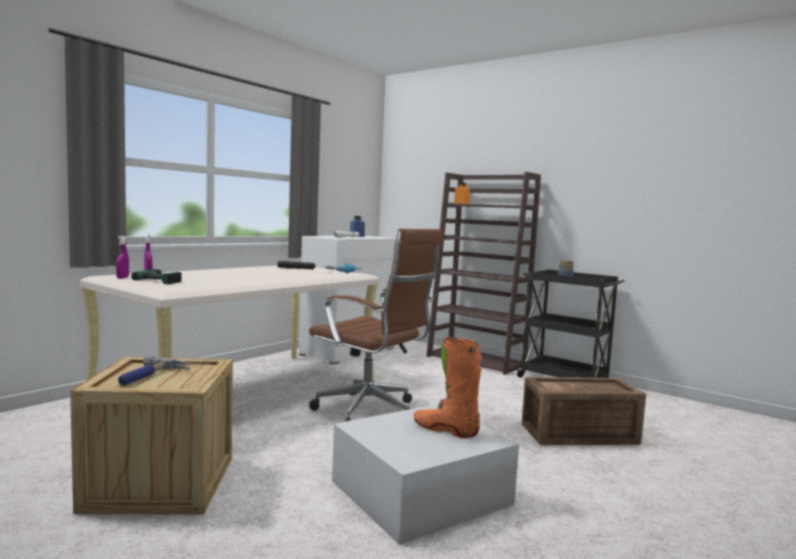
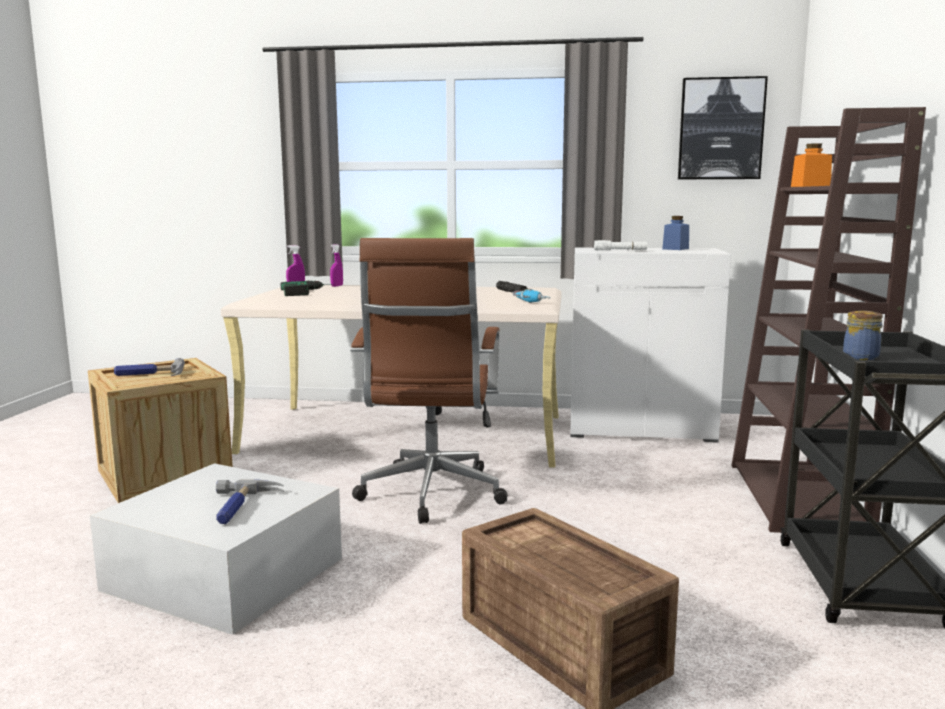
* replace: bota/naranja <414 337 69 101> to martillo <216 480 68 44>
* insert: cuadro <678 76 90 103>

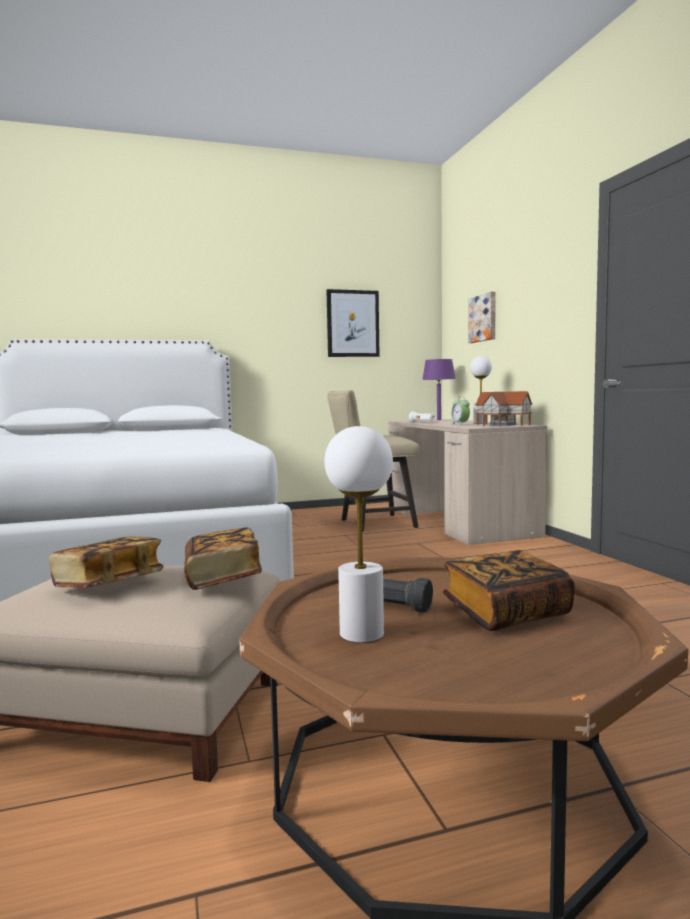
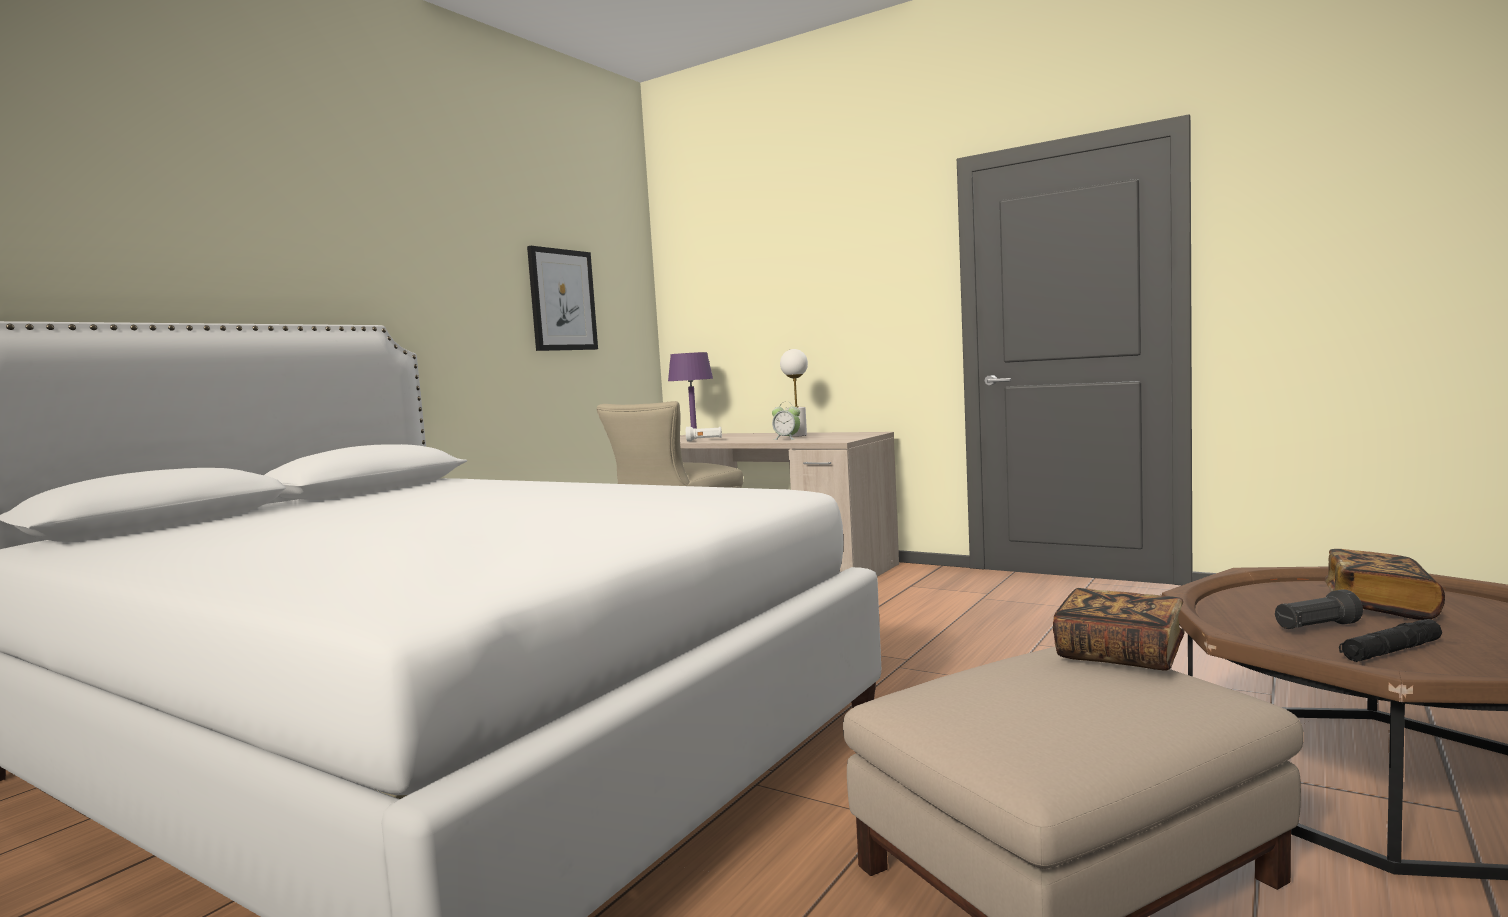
* replace: lámpara de mesa/blanco <324 426 69 217> to linterna/negro <1339 619 103 43>
* delete: libro <49 536 115 52>
* delete: cuadro <468 292 28 51>
* delete: casita <475 391 58 36>

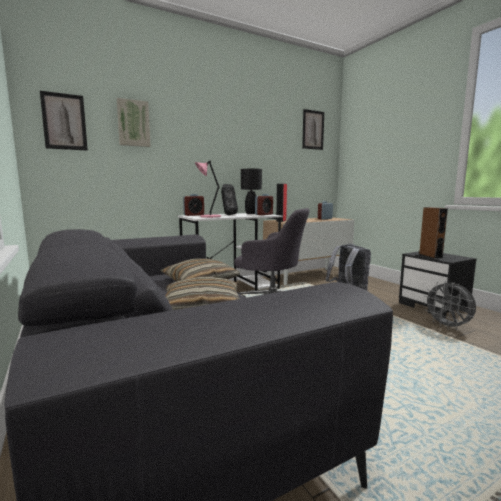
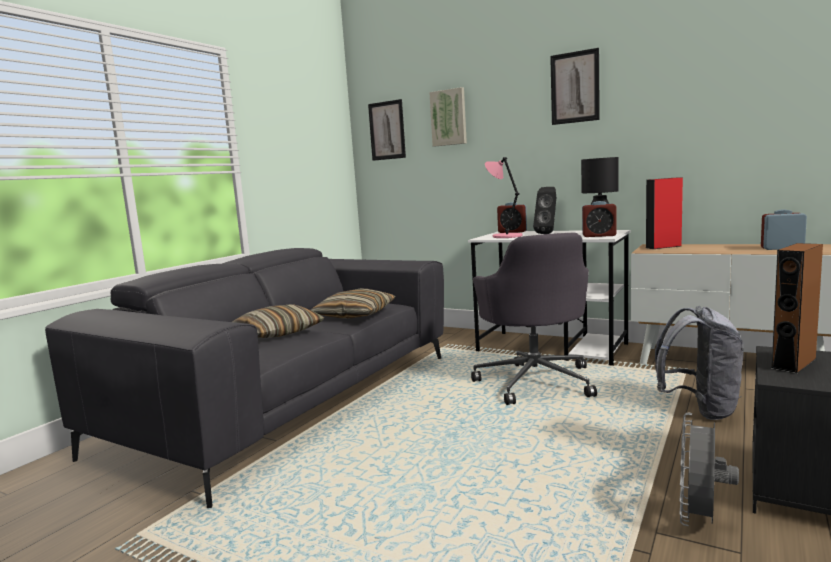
* move: cuadro <302 109 22 41> to <550 48 50 77>

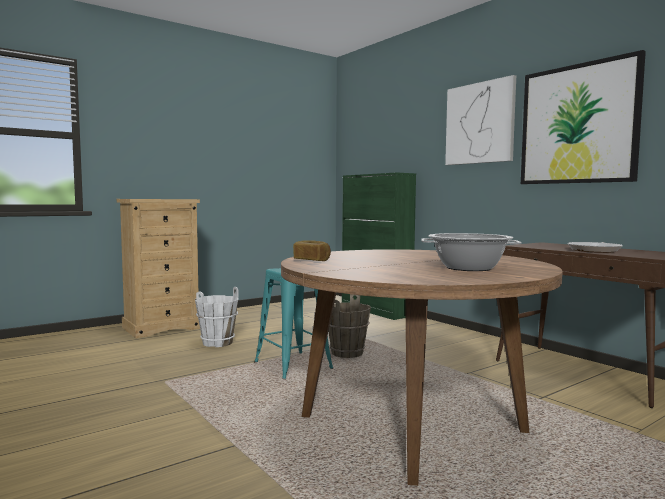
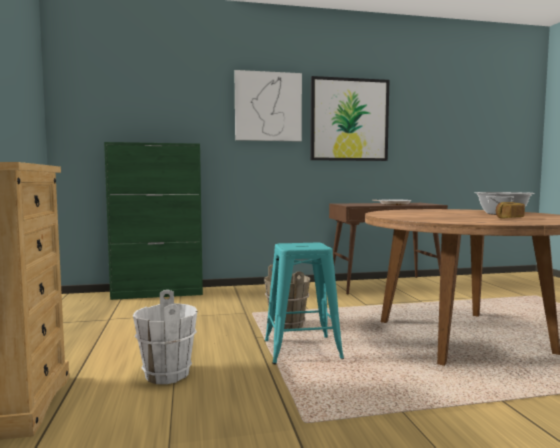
* move: pan <293 240 38 21> to <496 202 29 16>

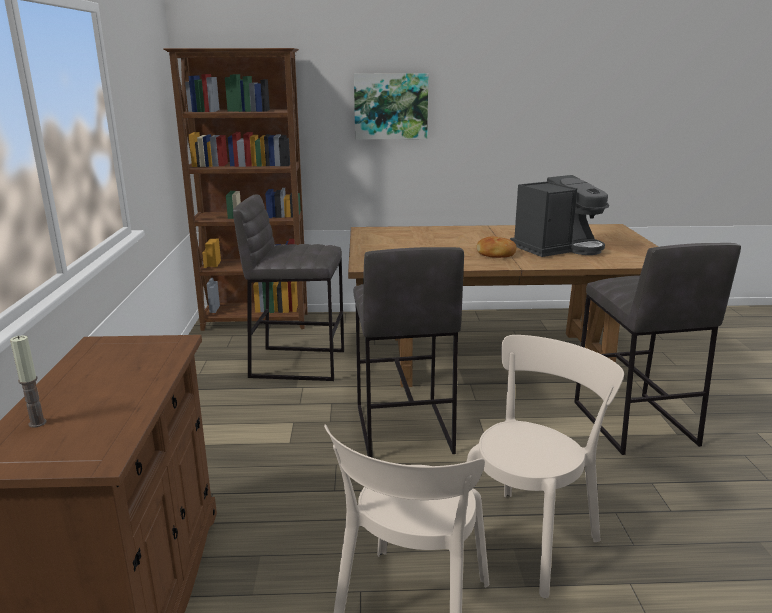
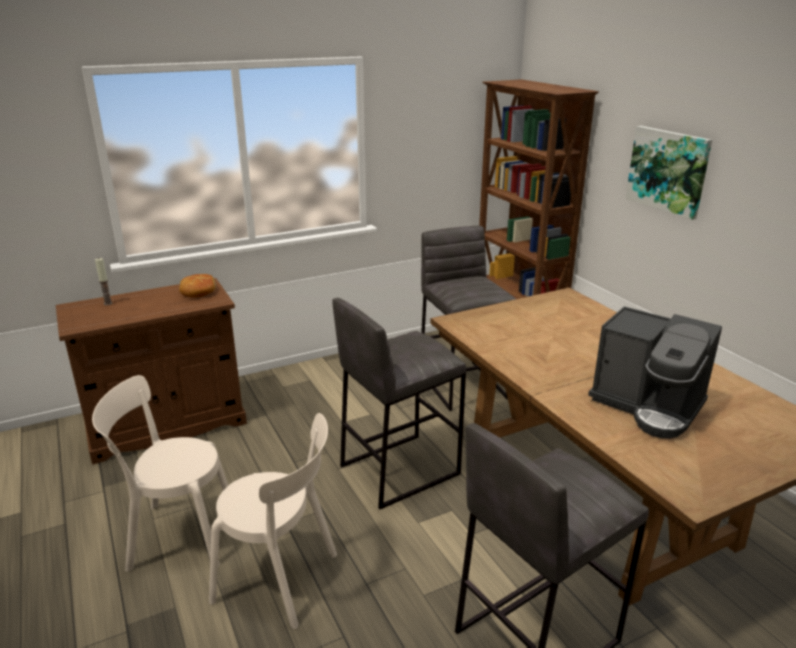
* move: pan <477 237 40 21> to <179 274 37 24>

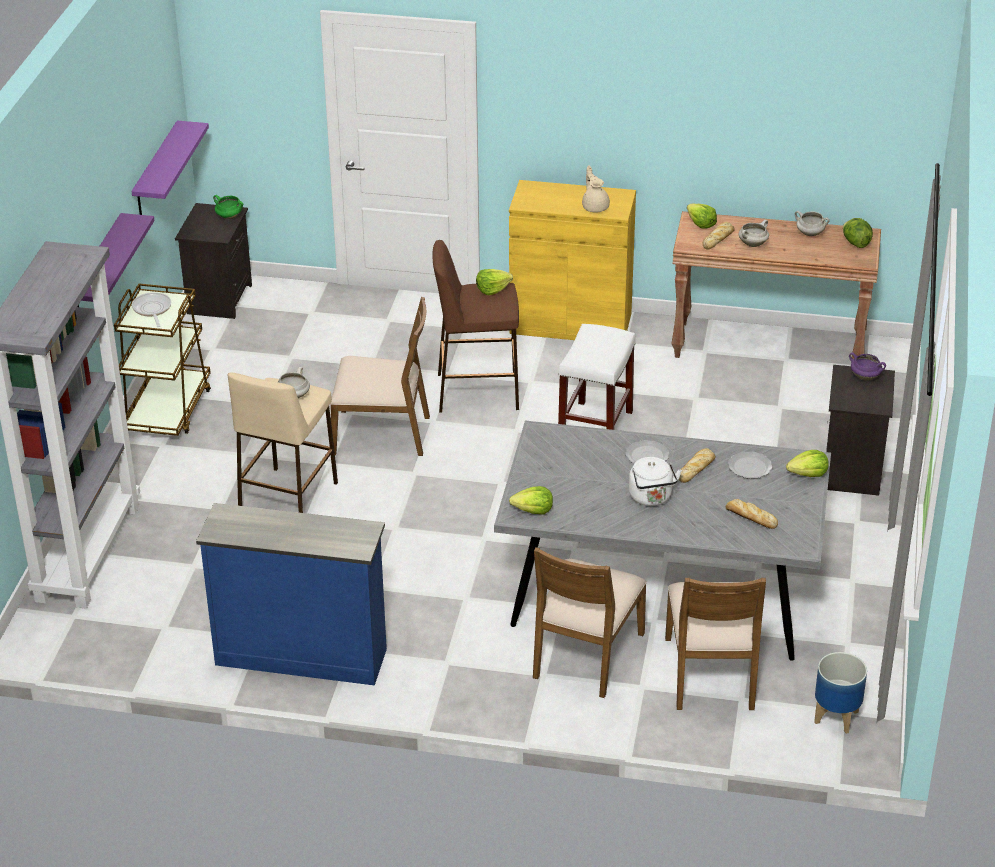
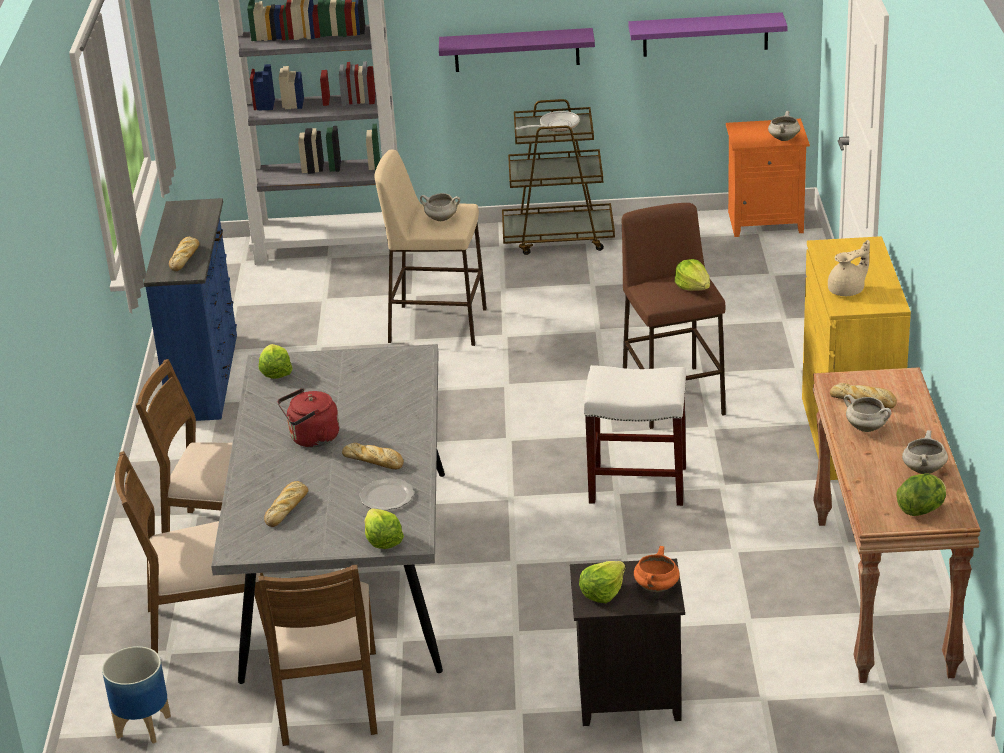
* insert: pan <169 237 31 34>
* move: silla/marrón <330 297 100 159> to <258 565 120 181>
* recolor: hervidor/blanco <629 457 53 49> to hervidor/rojo <278 388 61 59>
* move: lechuga <687 204 30 24> to <579 561 46 42>
* recolor: olla/morado <849 352 37 28> to olla/naranja <634 546 46 46>
* recolor: mesita de noche/negro <175 203 77 116> to mesita de noche/naranja <726 119 84 118>
* recolor: olla/verde <213 195 30 24> to olla/blanco <768 111 32 30>
* delete: plato <626 440 43 23>

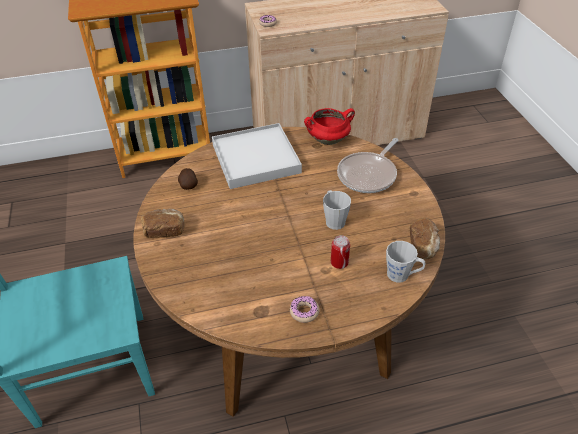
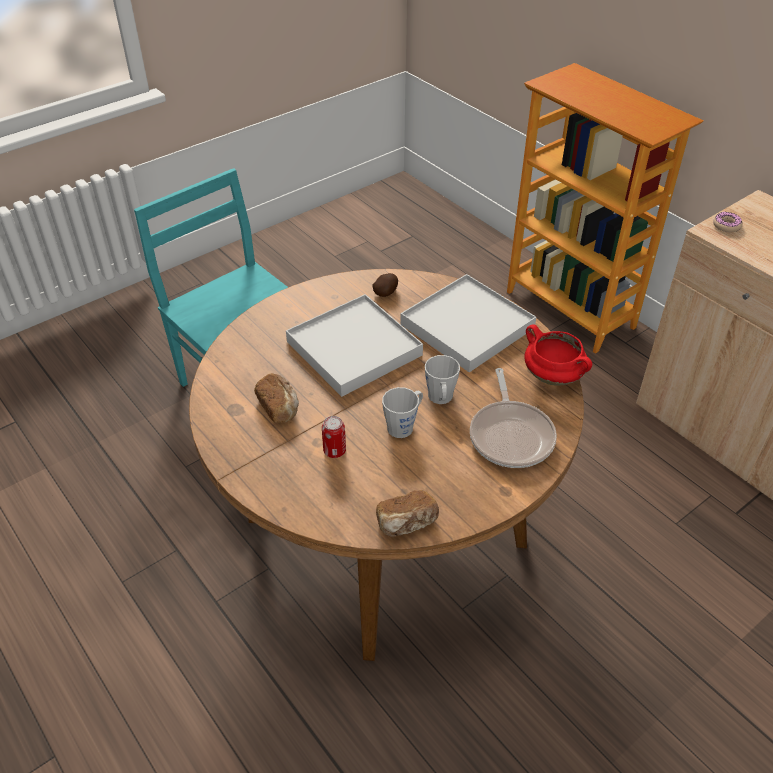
* move: pan <141 209 44 29> to <254 373 45 50>
* insert: bandeja/blanco <286 294 137 103>
* move: taza grande/gris <386 241 39 42> to <425 355 35 49>
* rotate: sartén <337 138 61 55> = <470 368 87 100> 105 degrees counterclockwise
* delete: rosquilla <290 296 30 27>

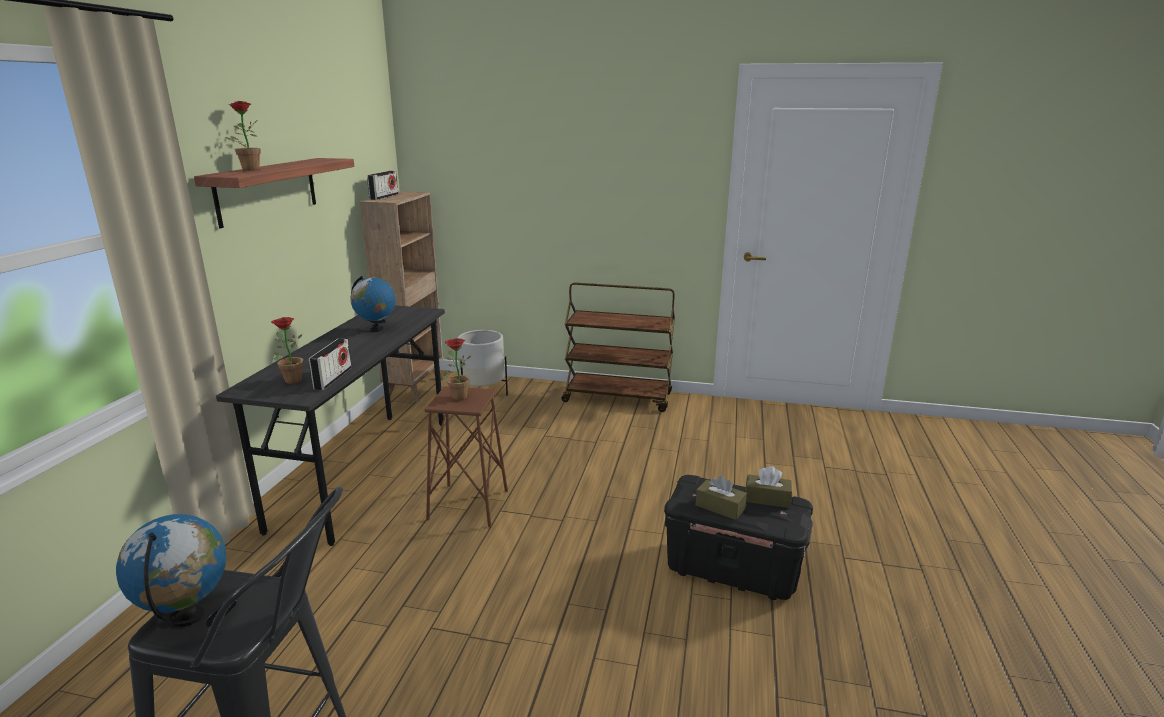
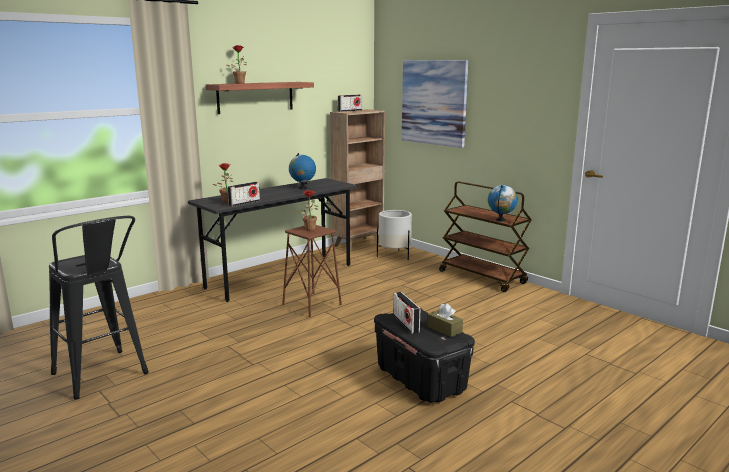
* replace: caja de pañuelos/marrón <696 475 51 45> to radio <393 292 28 42>
* insert: cuadro <402 60 66 88>
* move: globo terráqueo <116 514 110 113> to <488 185 30 37>

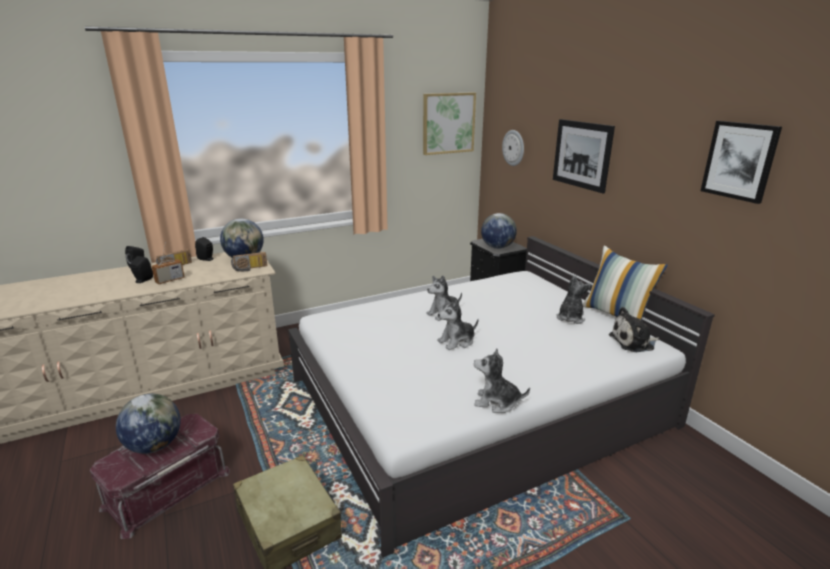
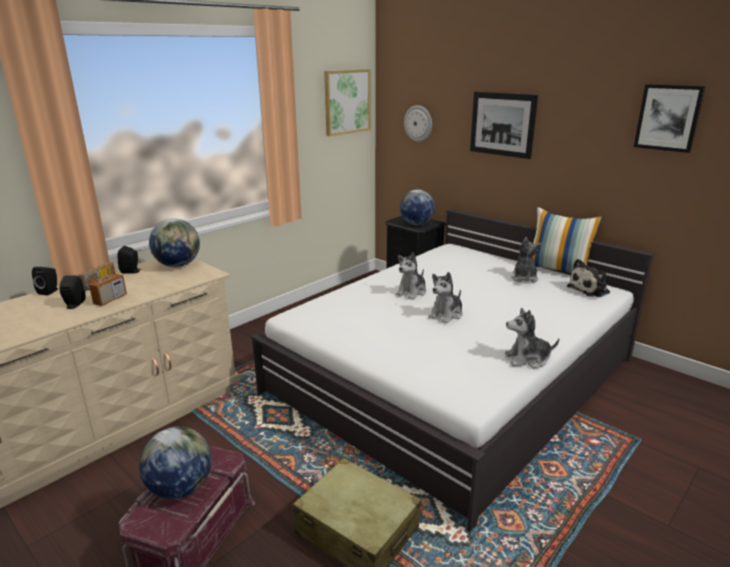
* delete: radio <231 252 37 20>

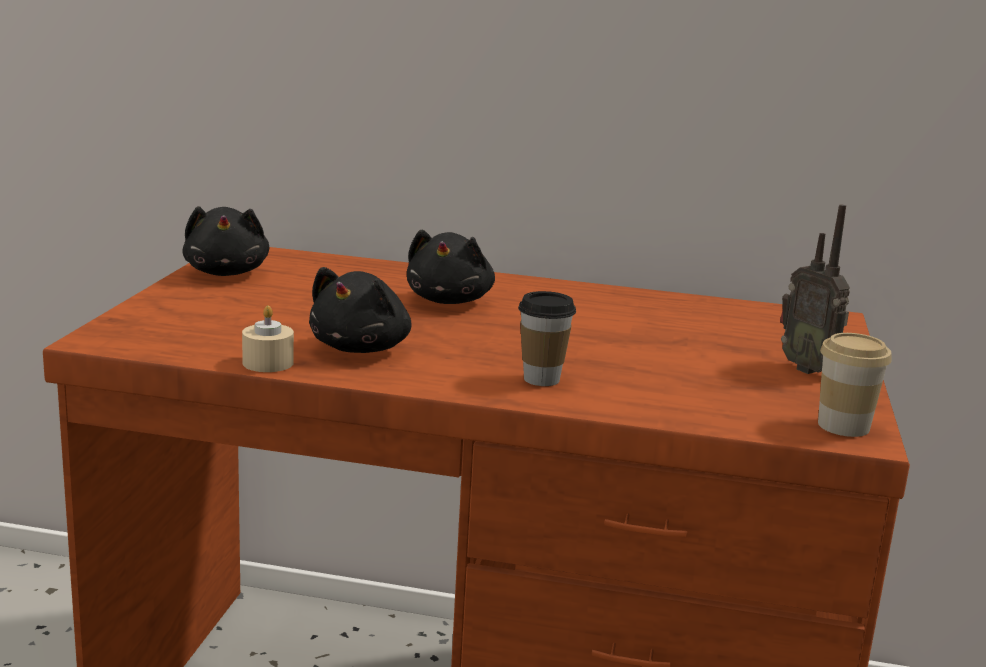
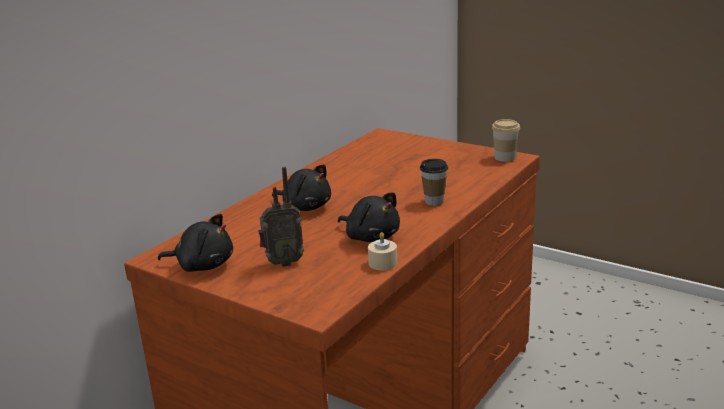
* move: radio <780 205 70 169> to <258 167 46 100>

